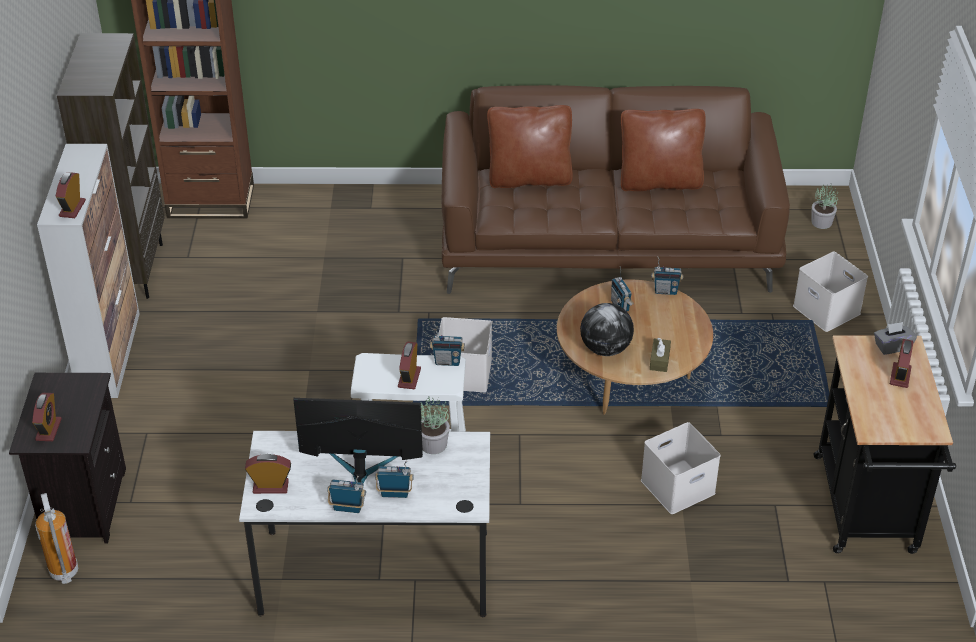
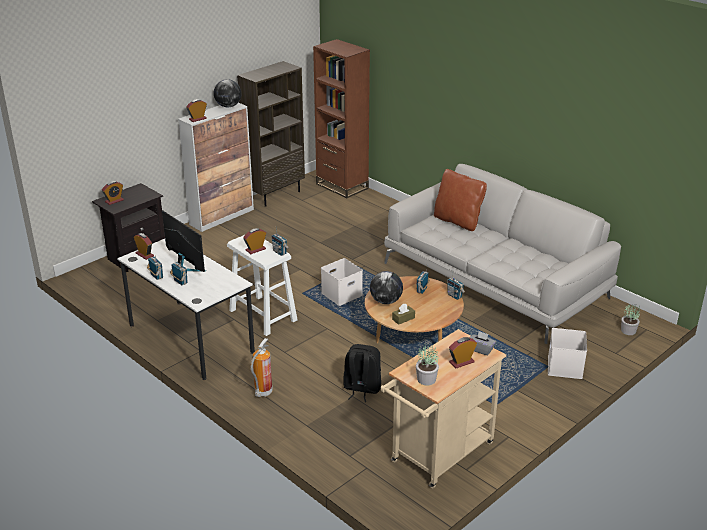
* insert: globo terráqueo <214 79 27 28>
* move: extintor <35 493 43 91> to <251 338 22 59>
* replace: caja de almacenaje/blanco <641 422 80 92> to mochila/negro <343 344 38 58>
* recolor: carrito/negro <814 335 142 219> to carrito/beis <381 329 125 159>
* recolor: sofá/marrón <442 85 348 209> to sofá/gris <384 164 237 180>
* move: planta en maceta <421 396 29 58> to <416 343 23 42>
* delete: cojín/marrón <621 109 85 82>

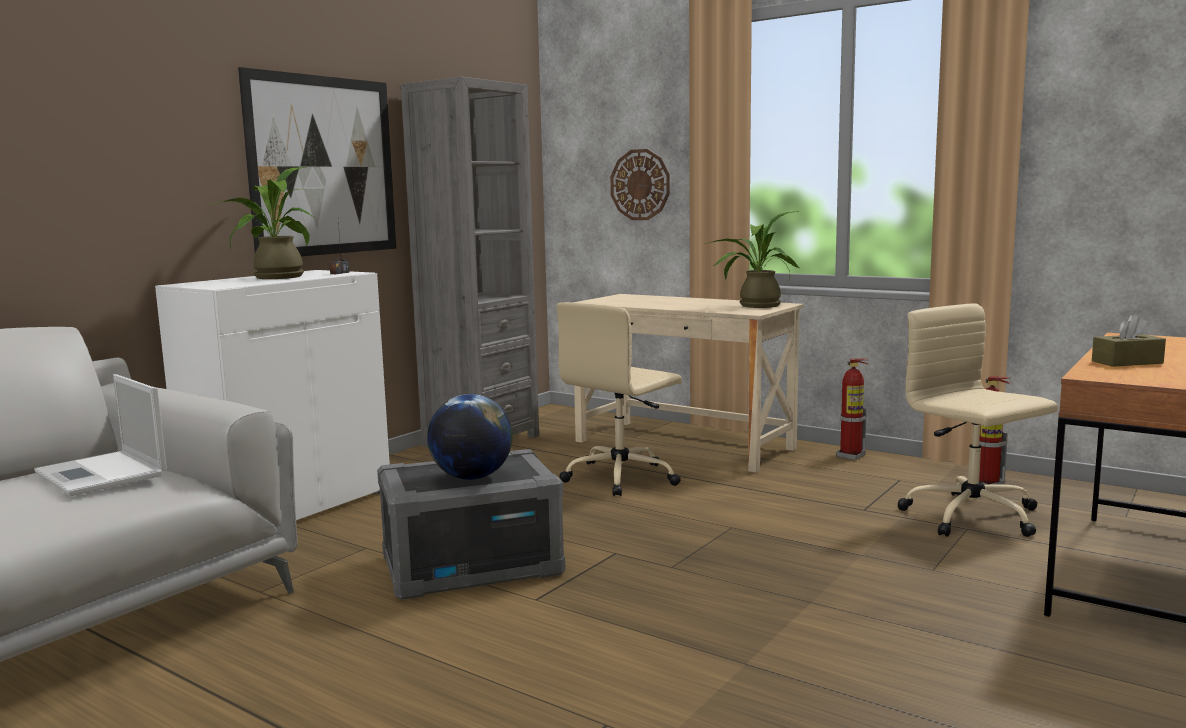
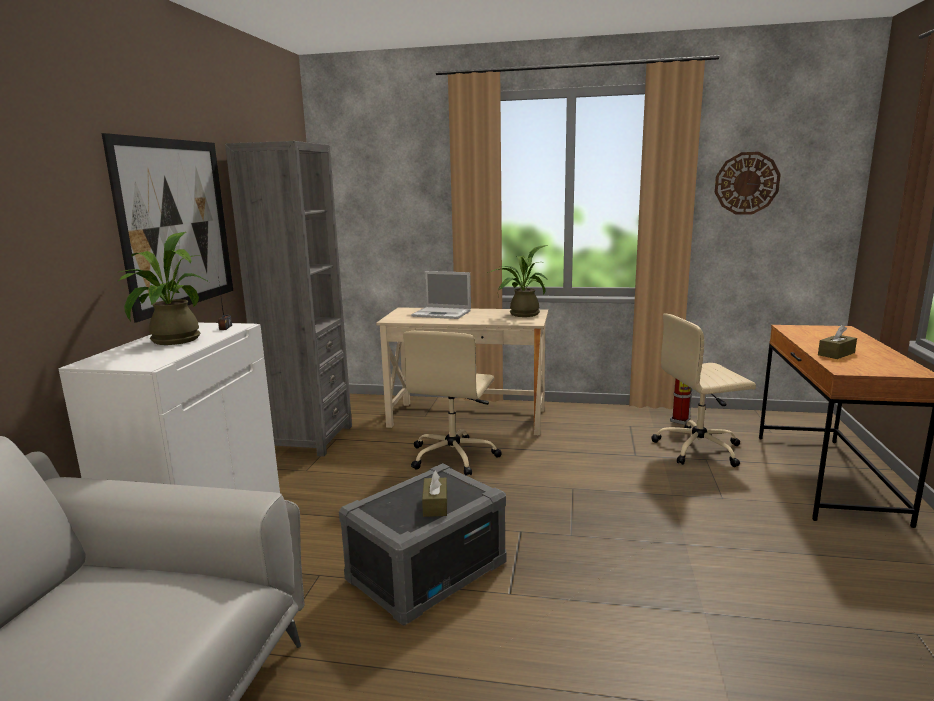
* move: portátil <34 374 133 122> to <411 271 60 48>
* replace: globo terráqueo <427 394 86 86> to caja de pañuelos/marrón <422 470 25 47>
* rotate: silla de oficina/beis <897 304 161 233> = <651 313 105 154> 45 degrees counterclockwise
* move: reloj de pared <610 149 60 71> to <715 152 66 63>
* delete: extintor <836 358 32 102>

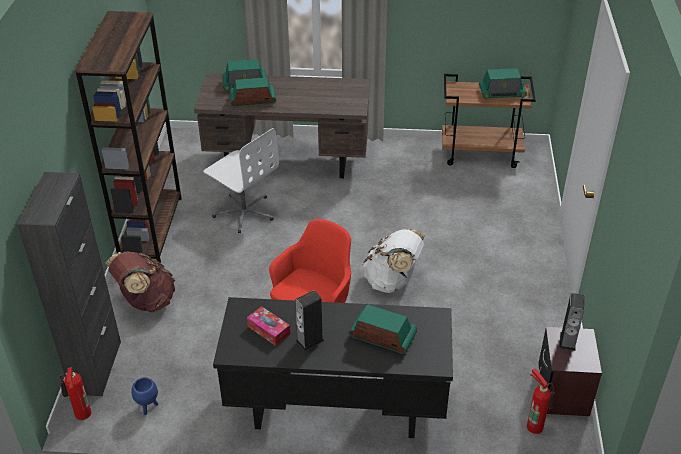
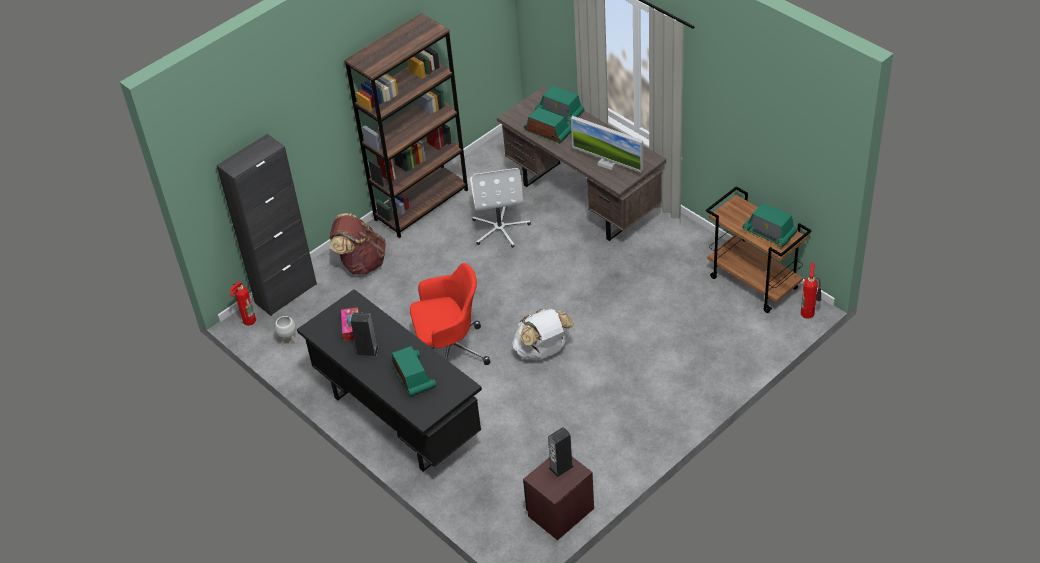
* recolor: maceta/azul <131 377 27 38> to maceta/blanco <275 316 22 30>
* insert: monitor <571 116 72 57>
* move: extintor <527 368 28 66> to <801 263 20 56>

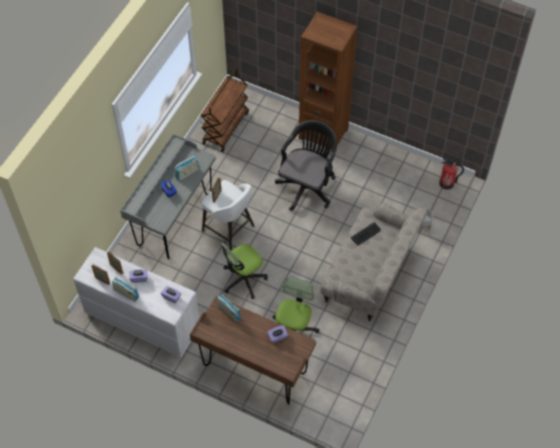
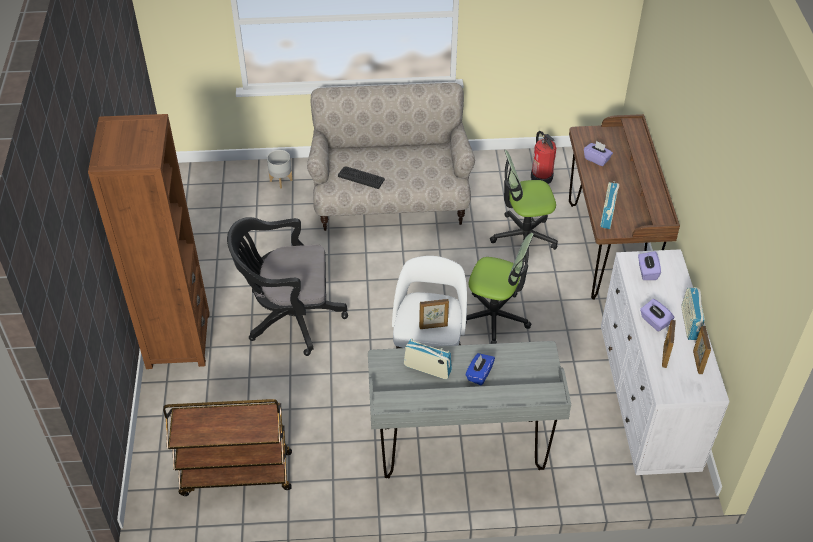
* move: extintor <439 158 25 32> to <531 131 25 53>

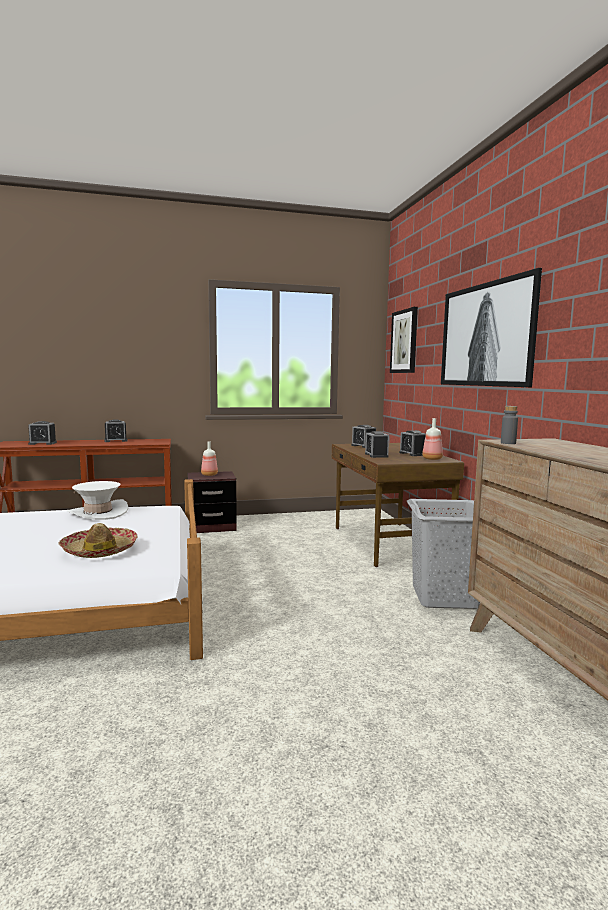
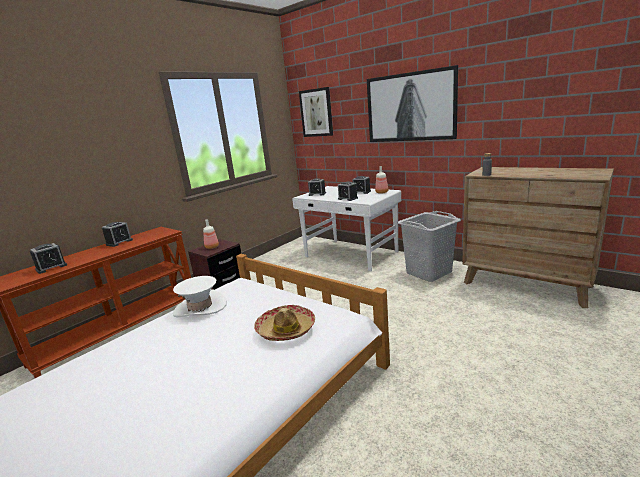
* recolor: escritorio/marrón <332 443 132 124> to escritorio/blanco <292 186 109 85>

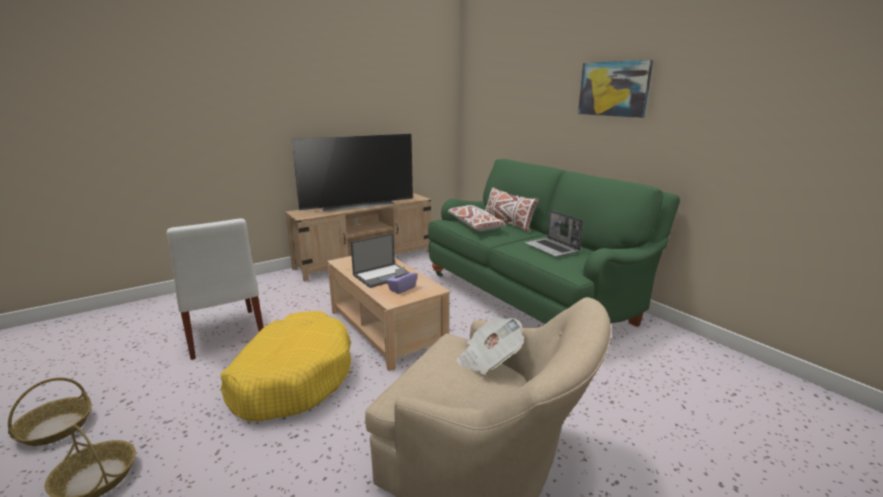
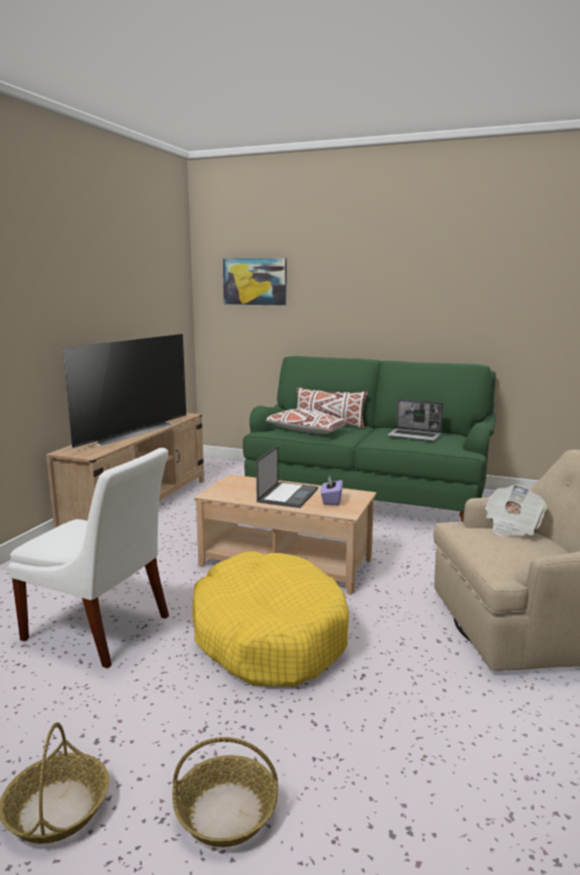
* move: cuadro <578 60 75 58> to <223 258 63 47>

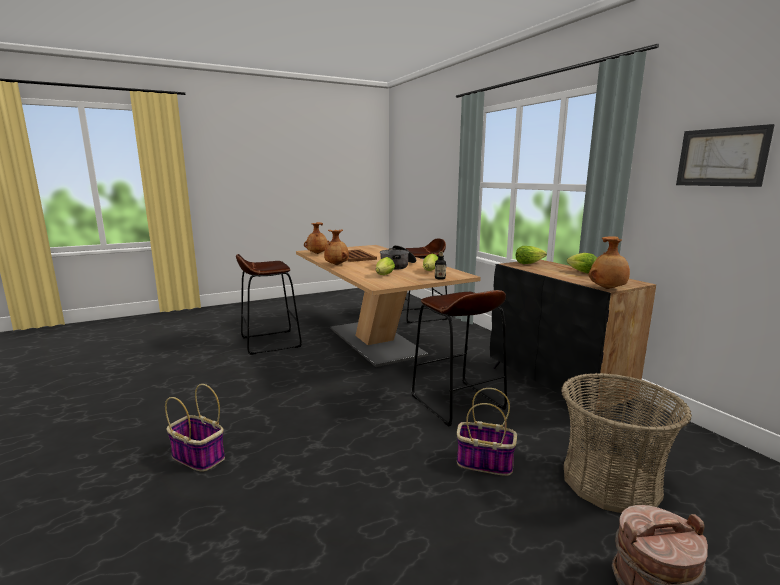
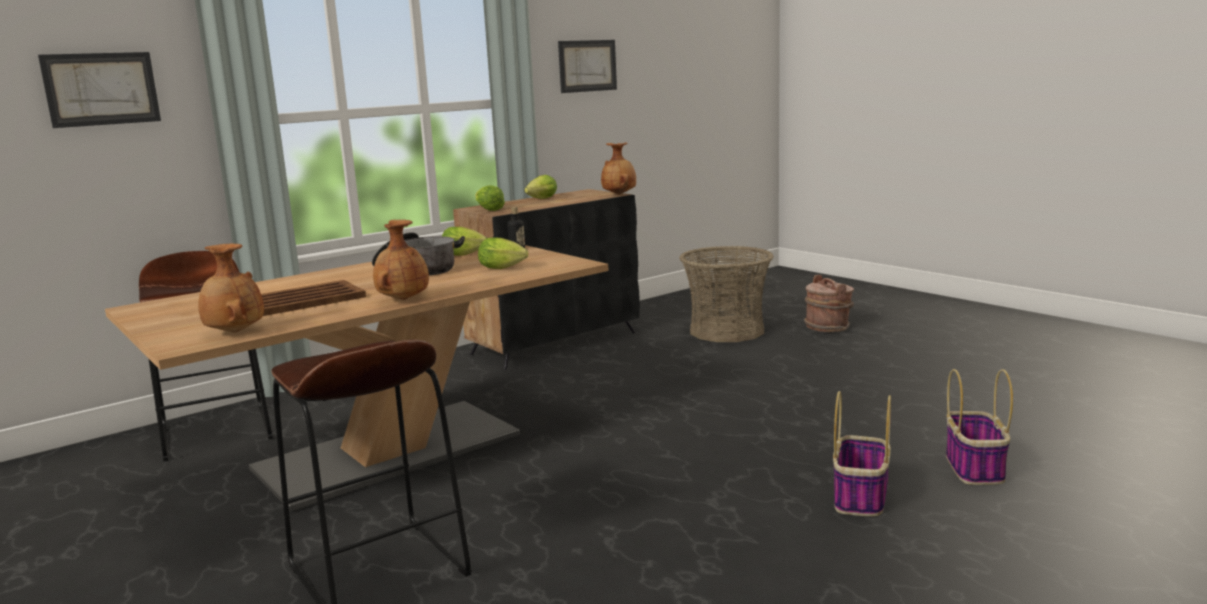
* insert: cuadro <38 52 123 76>
* move: cesta <457 388 60 88> to <946 369 67 116>
* delete: taburete/marrón <412 290 95 137>

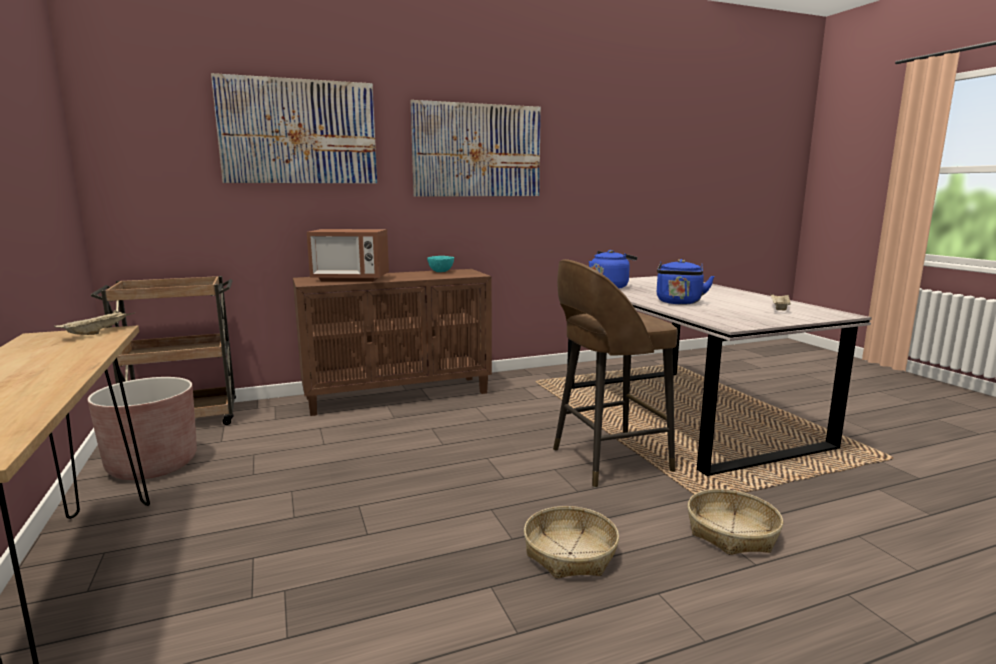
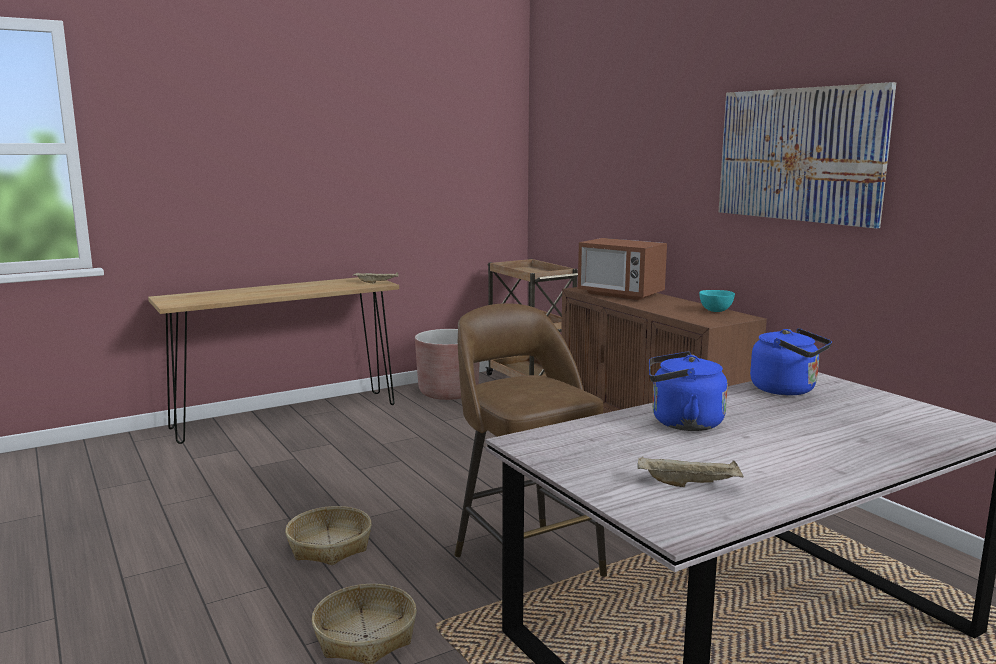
* rotate: microondas <307 229 82 53> = <578 238 89 62> 45 degrees counterclockwise
* delete: cuadro <211 73 166 110>

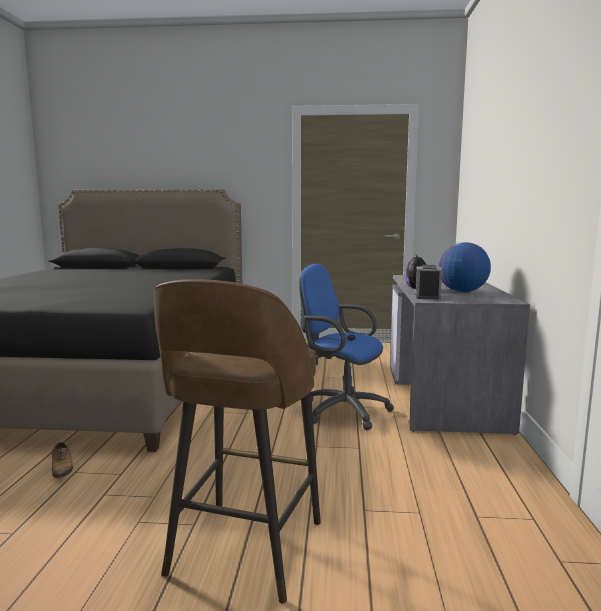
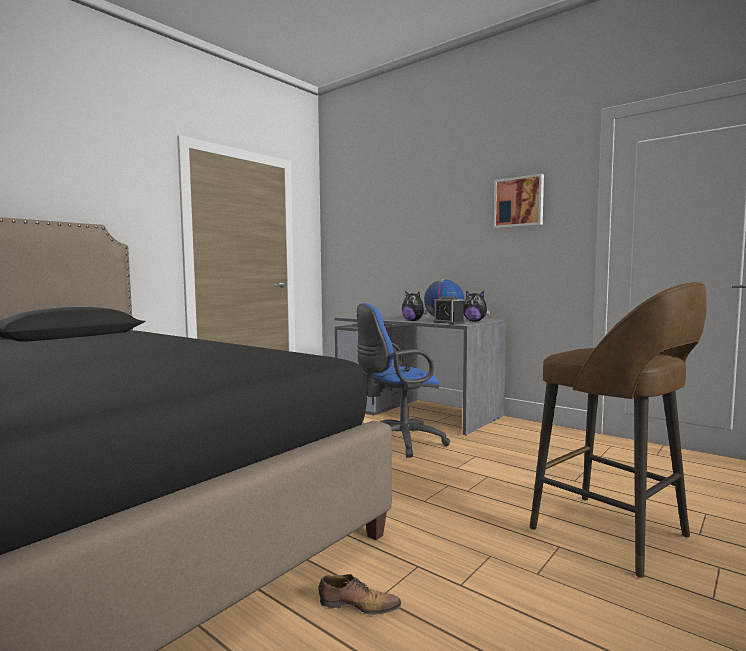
* insert: peluche <463 291 28 31>
* insert: cuadro <494 174 50 54>

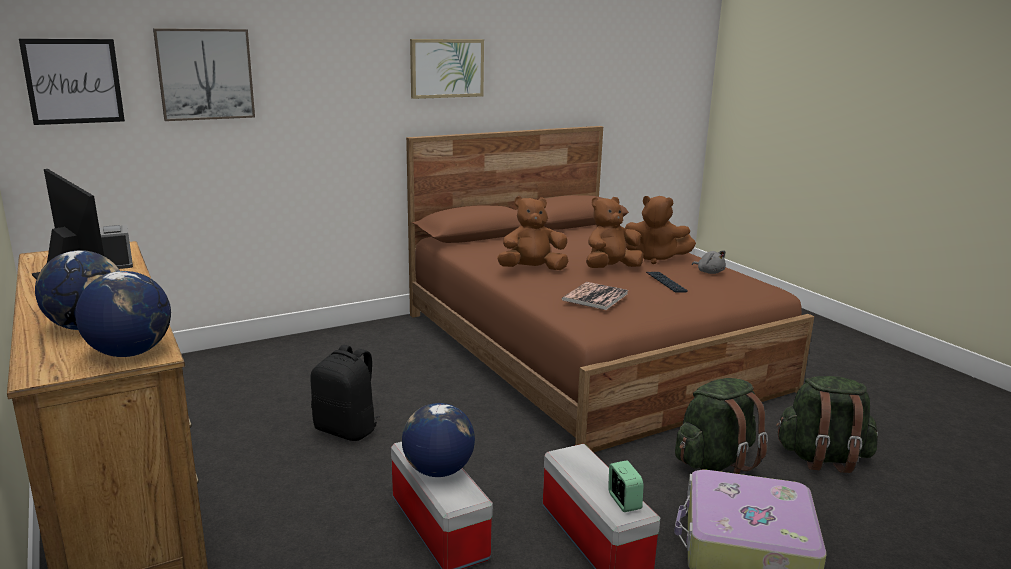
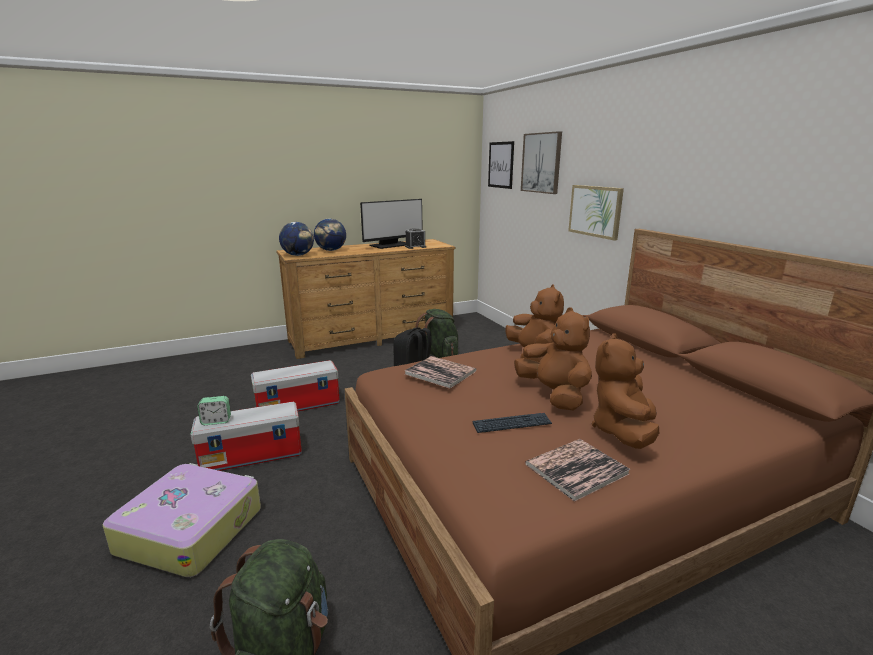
* move: mochila/verde <675 378 93 96> to <416 309 42 49>
* replace: peluche/gris <692 250 34 24> to libro <525 439 106 63>
* move: cuadro <410 39 74 60> to <568 185 56 56>
* delete: globo terráqueo <402 403 73 74>

